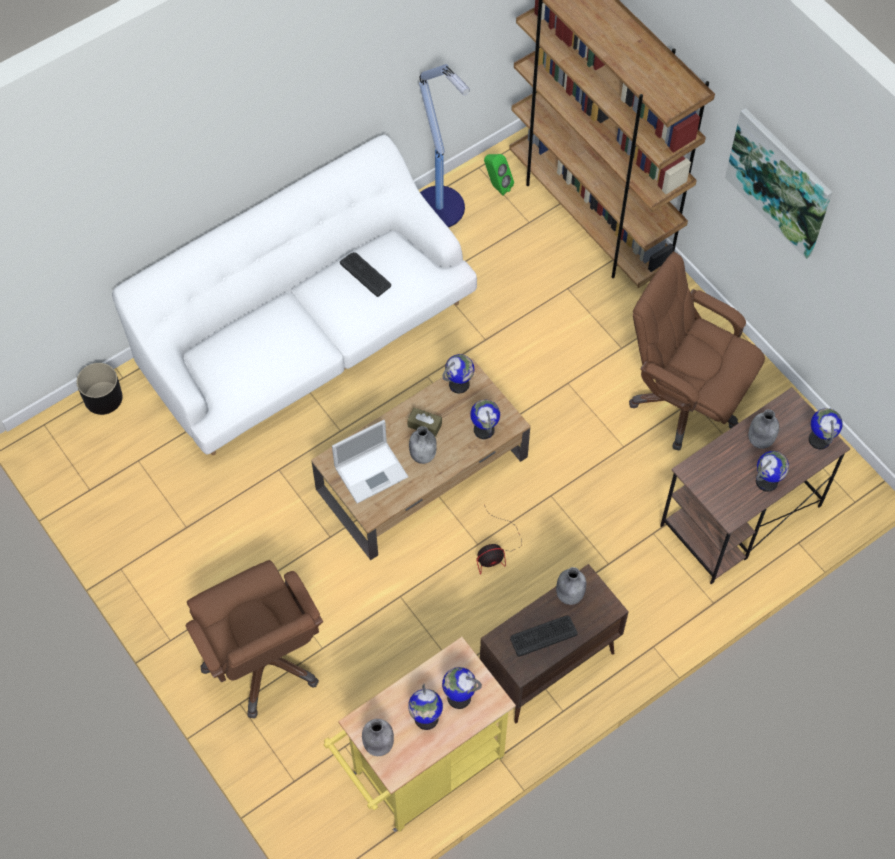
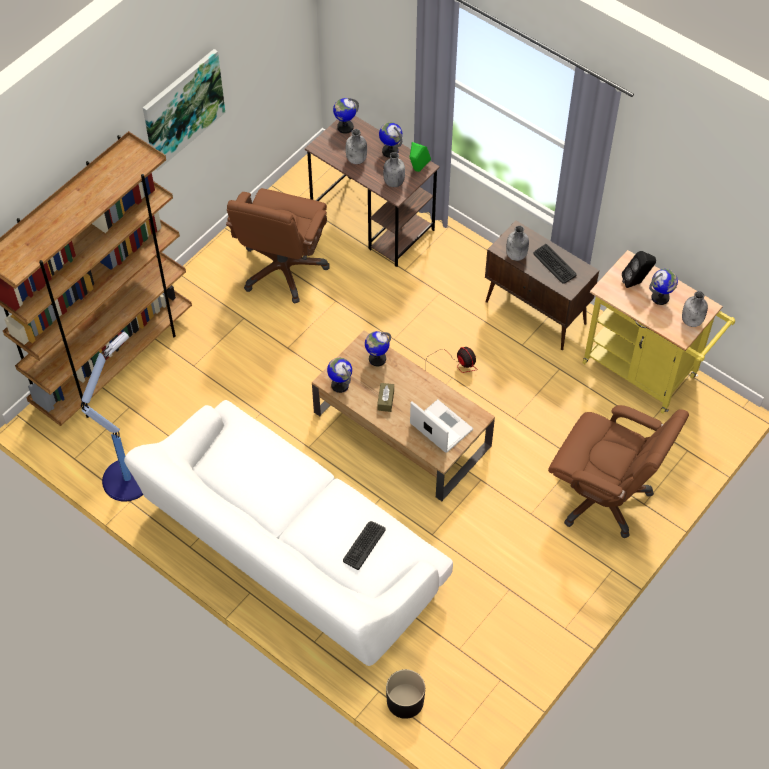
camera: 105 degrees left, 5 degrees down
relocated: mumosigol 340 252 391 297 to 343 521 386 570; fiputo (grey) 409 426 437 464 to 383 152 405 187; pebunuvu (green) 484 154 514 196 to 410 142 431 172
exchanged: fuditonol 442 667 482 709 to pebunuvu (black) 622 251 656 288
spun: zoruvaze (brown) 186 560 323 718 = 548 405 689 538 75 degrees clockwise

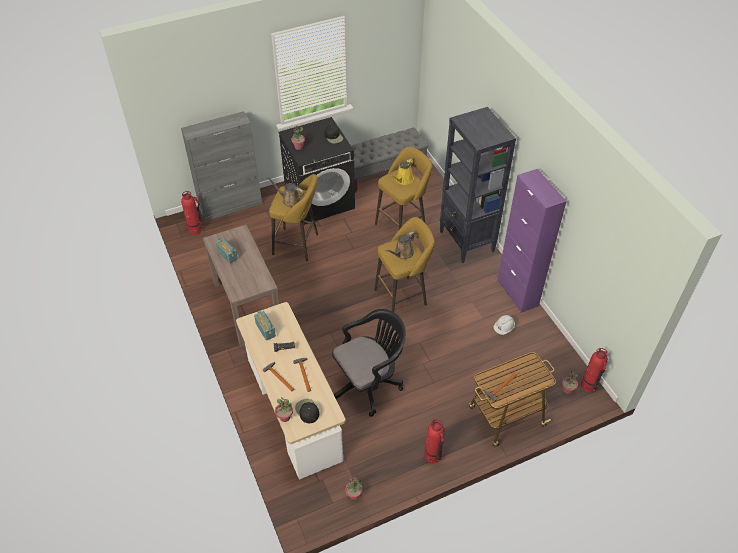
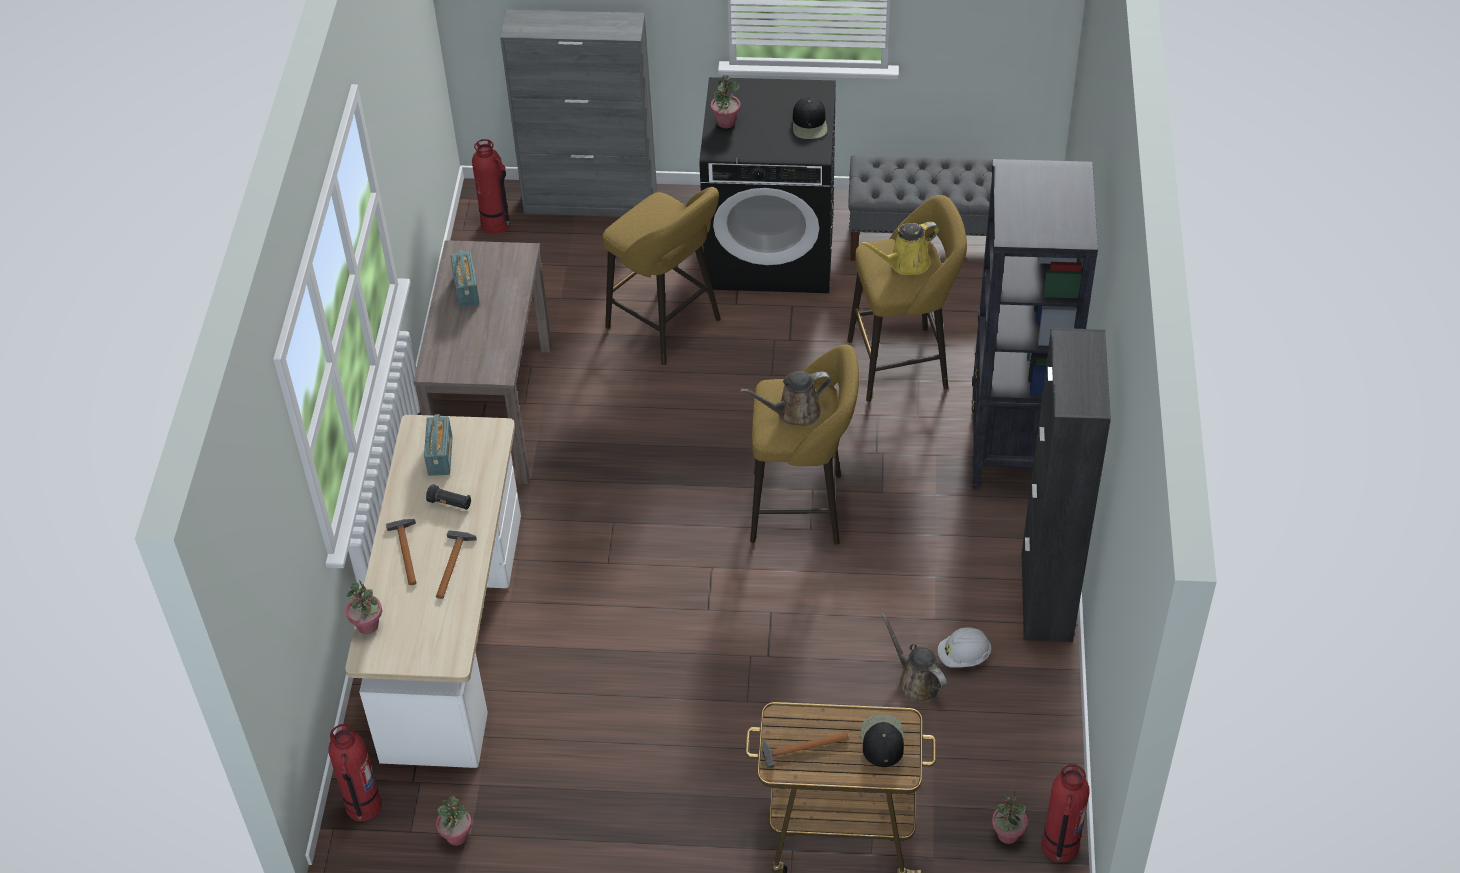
camera: 30 degrees right, 0 degrees up
missing: zoruvaze (black) 332 309 406 417
relocated: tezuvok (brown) 267 176 304 207 to 881 613 947 703; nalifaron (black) 295 399 319 423 to 861 715 904 767; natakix 424 419 445 463 to 329 724 382 821
colour: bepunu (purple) 497 169 567 313 to bepunu (black) 1021 328 1111 642

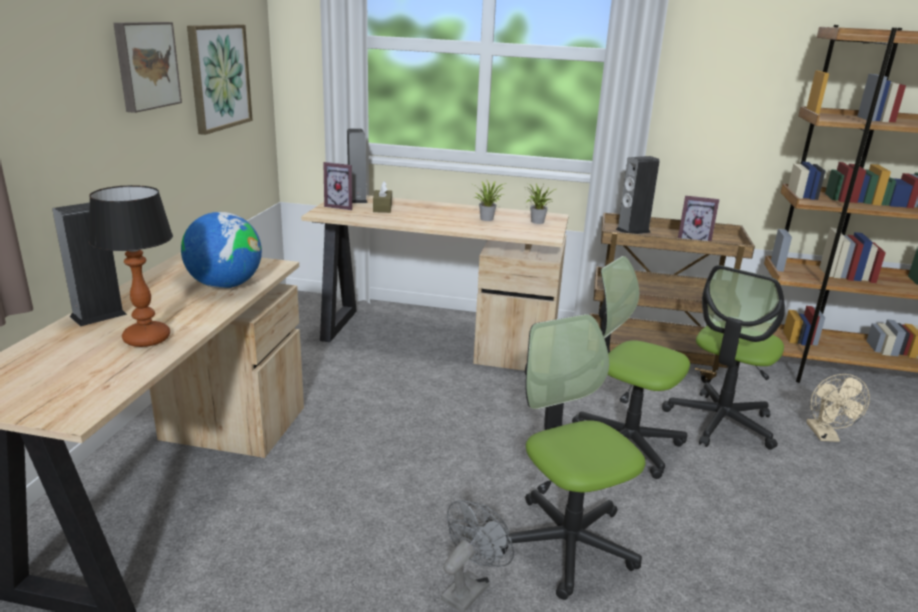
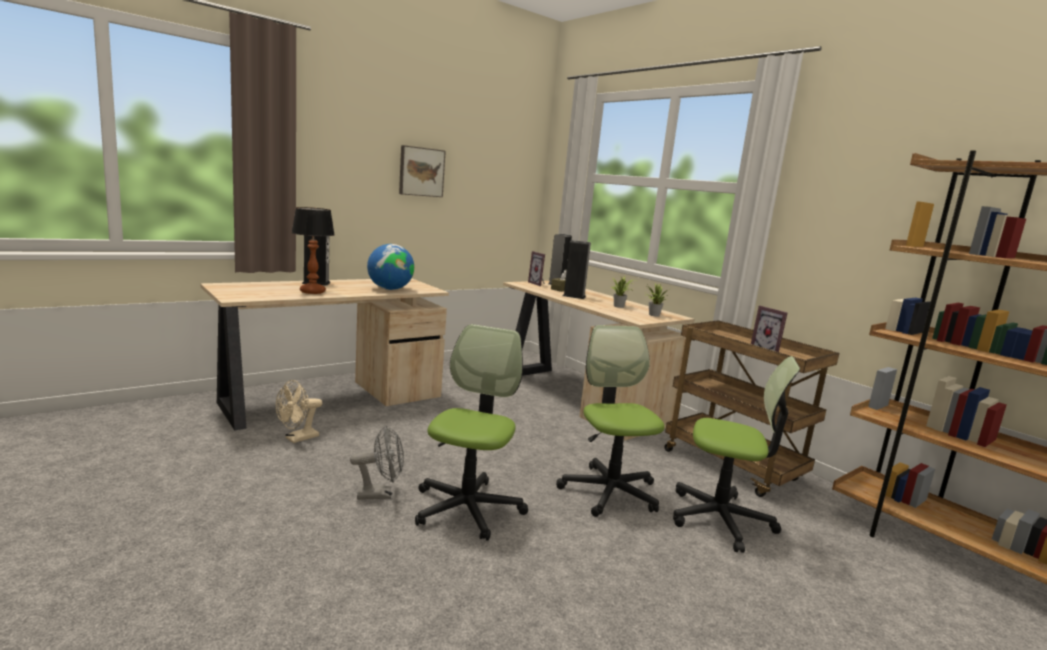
camera: 40 degrees right, 10 degrees down
missing: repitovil 187 24 253 135
relocated: pebunuvu 615 156 660 234 to 563 240 591 299; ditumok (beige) 806 374 870 442 to 276 380 322 443
spun: zoruvaze 662 265 785 450 = 673 356 800 553 150 degrees counterclockwise

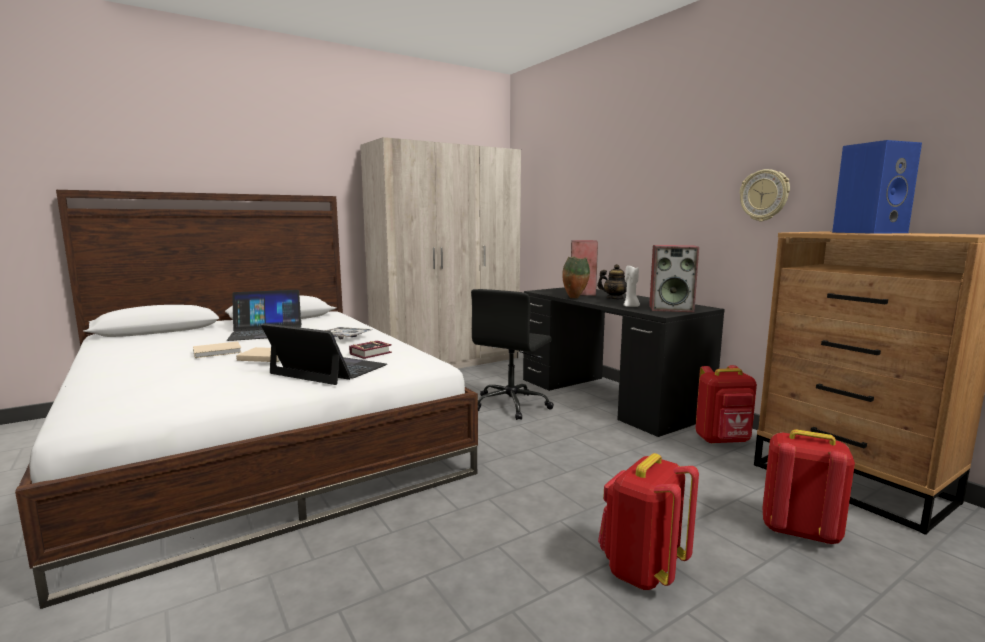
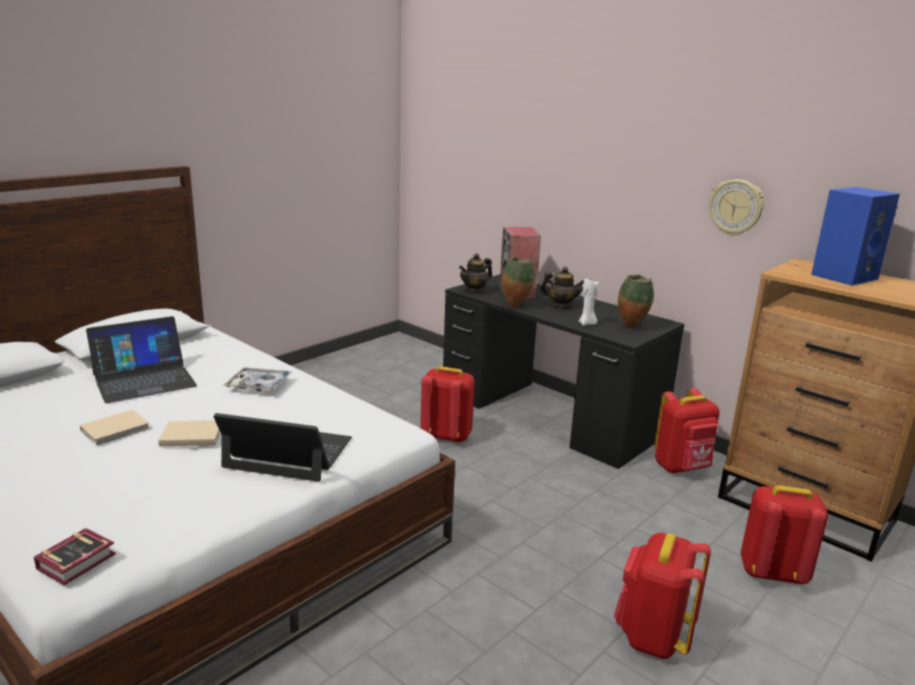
camera: 15 degrees left, 10 degrees up
missing: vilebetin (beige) 360 137 521 369
appeared: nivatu 459 253 492 294
relocated: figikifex 349 341 392 359 to 34 528 116 585
exchanged: zoruvaze (black) 471 289 554 420 to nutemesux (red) 421 366 475 443; pebunuvu 649 245 699 312 to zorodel 618 274 654 328

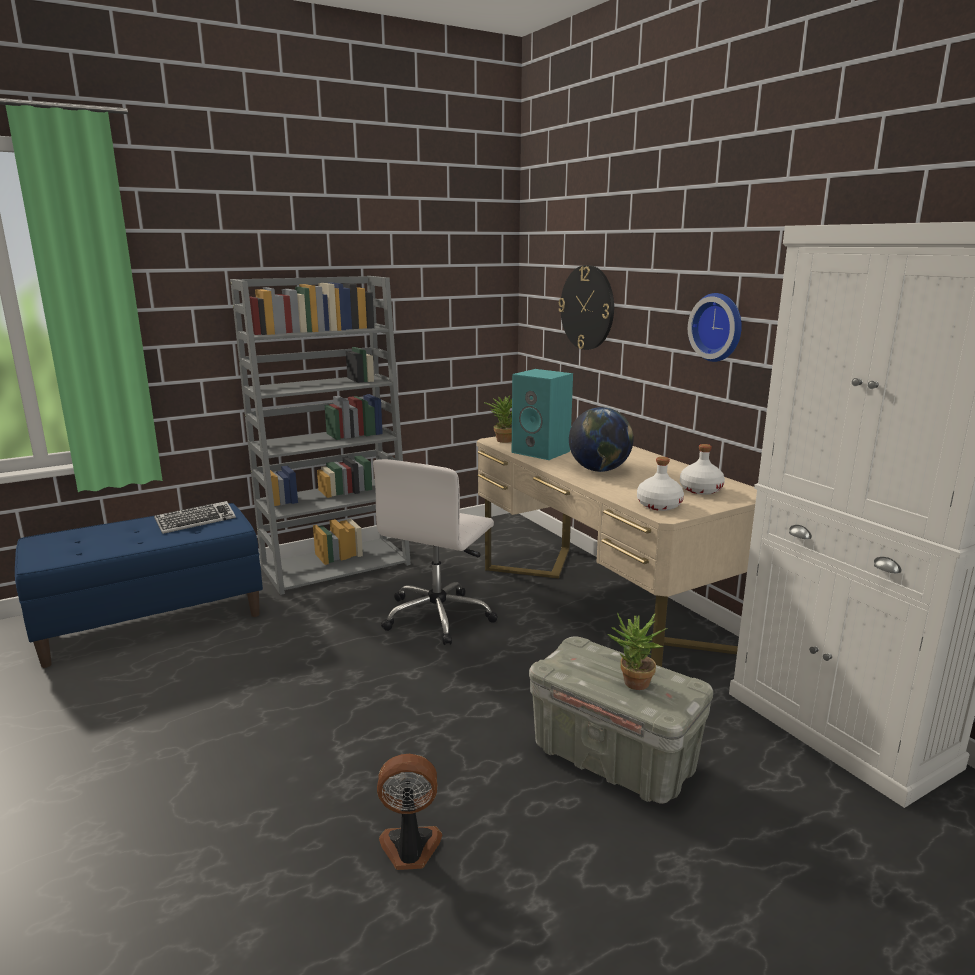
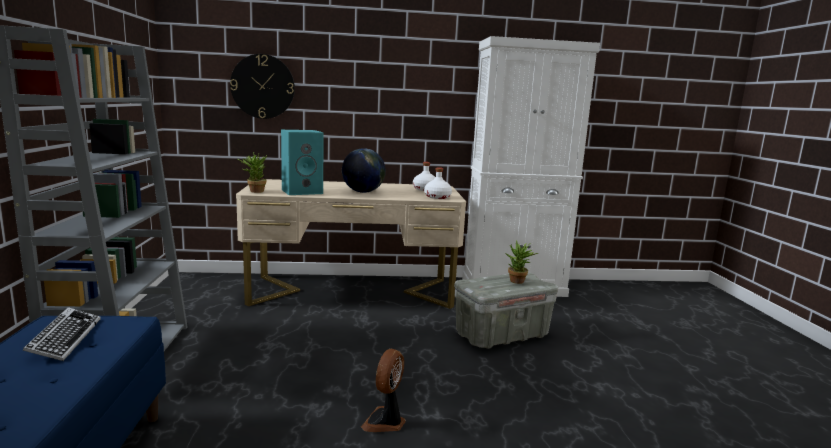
camera: 65 degrees left, 5 degrees down
missing: zoruvaze (white) 373 459 498 645; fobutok 688 293 742 362
relocated: ditumok 377 754 442 870 to 361 349 406 432

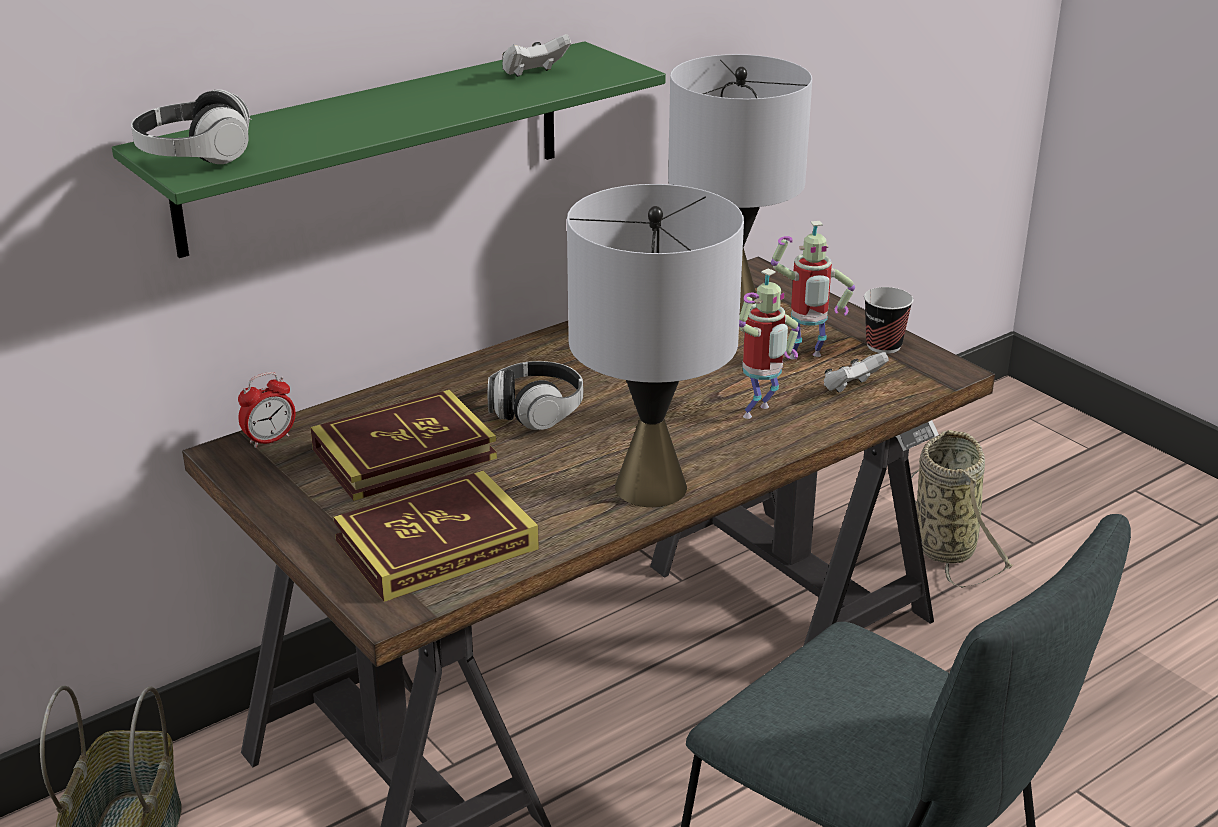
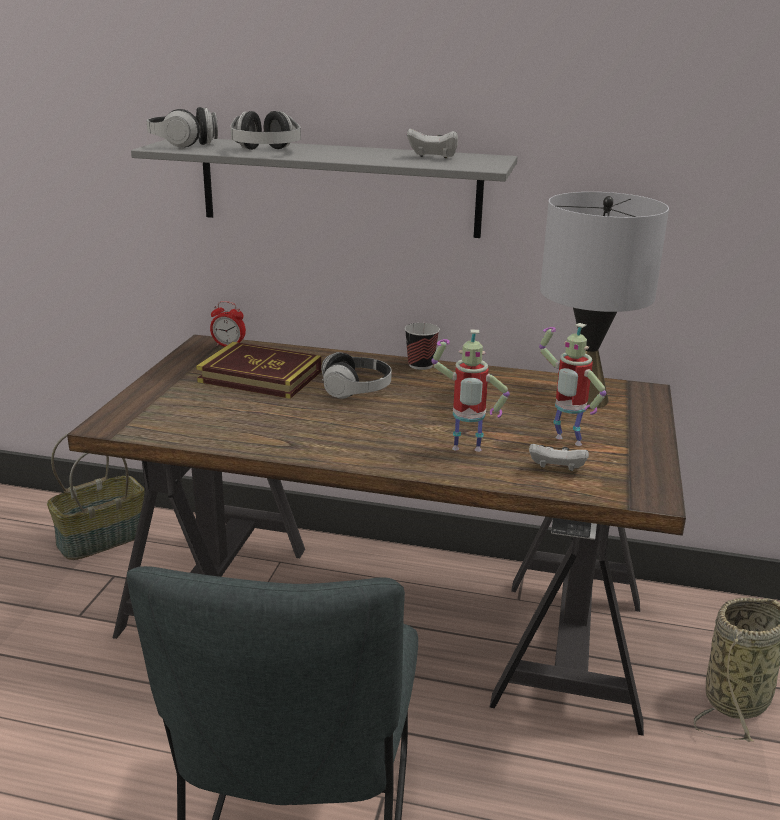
camera: 50 degrees right, 5 degrees down
missing: figikifex 334 470 539 602; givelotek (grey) 567 184 744 507
appeared: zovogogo 230 111 301 150
relocated: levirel 864 287 913 354 to 405 323 440 370
colour: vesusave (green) 112 41 666 258 to vesusave (grey) 131 139 517 238

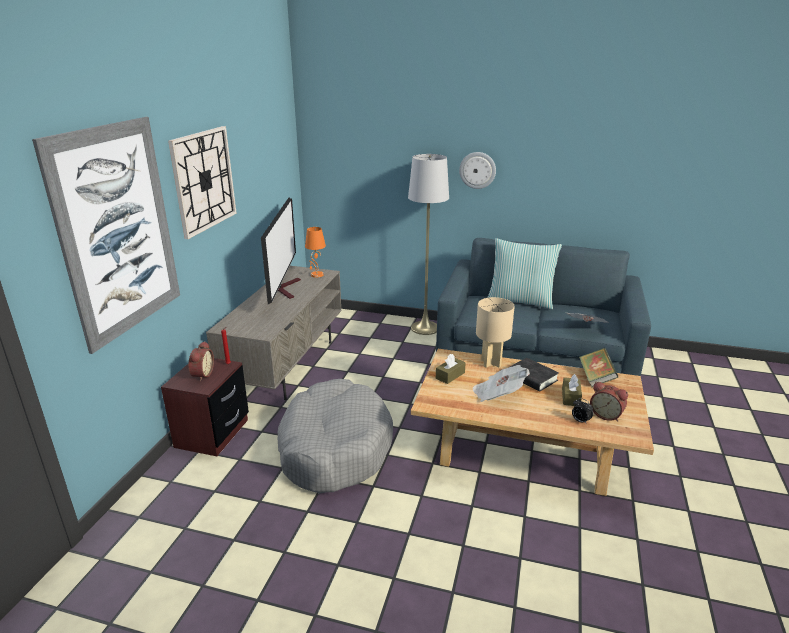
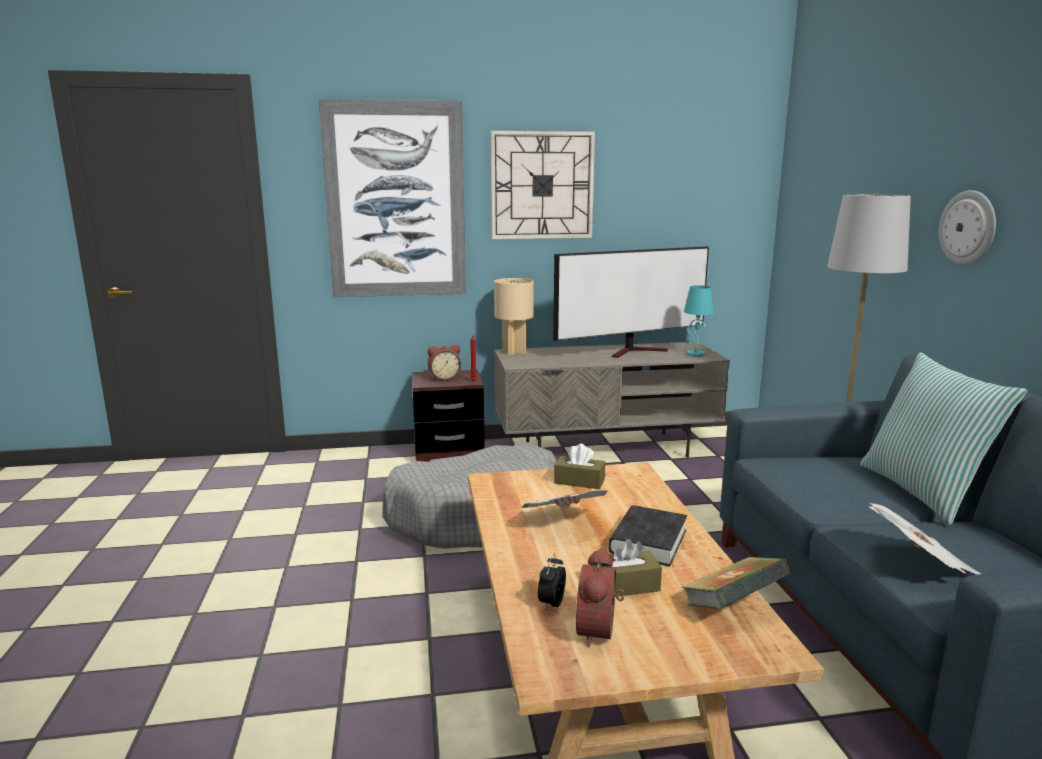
camera: 65 degrees right, 10 degrees down
relocated: givelotek (beige) 476 297 515 368 to 494 278 534 355
colour: givelotek (orange) 305 227 326 278 to givelotek (turquoise) 684 285 714 357

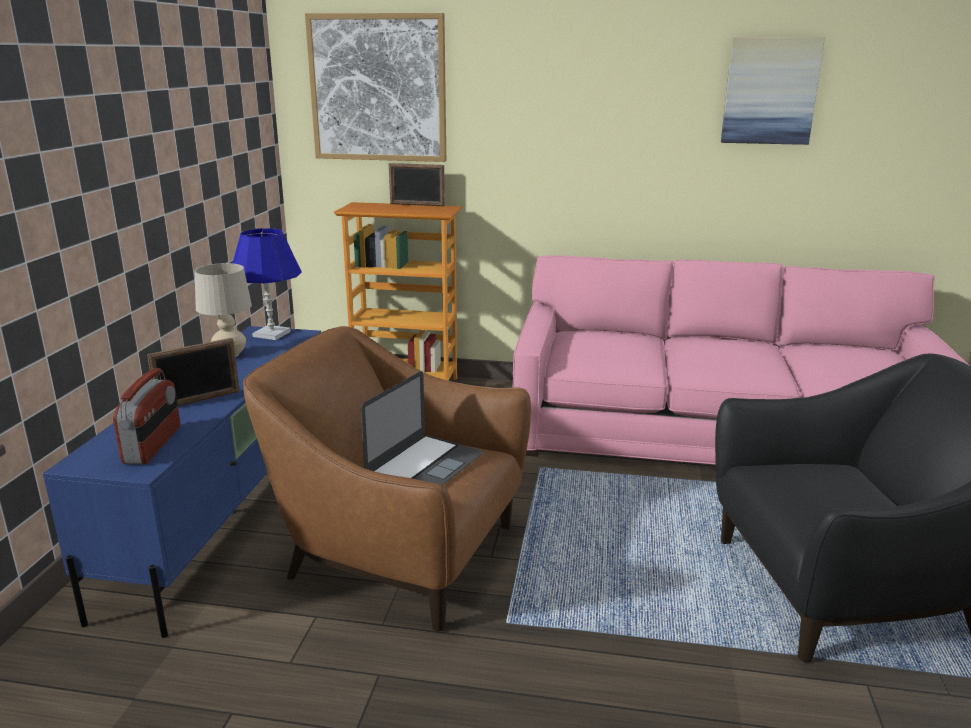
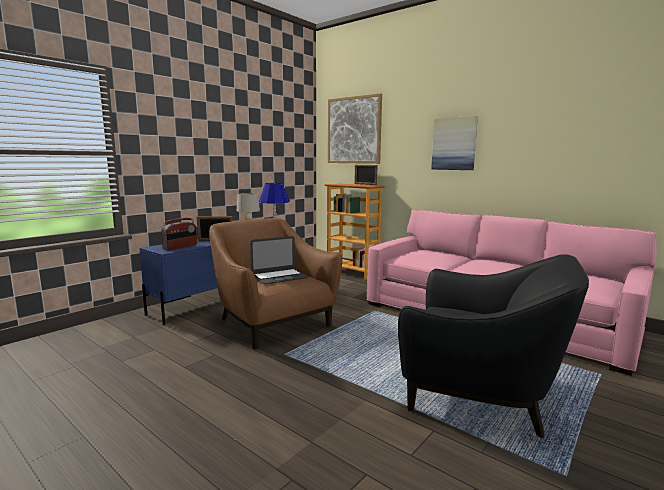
camera: 30 degrees right, 10 degrees down
relocated: repitovil 721 37 825 145 to 431 116 478 170

